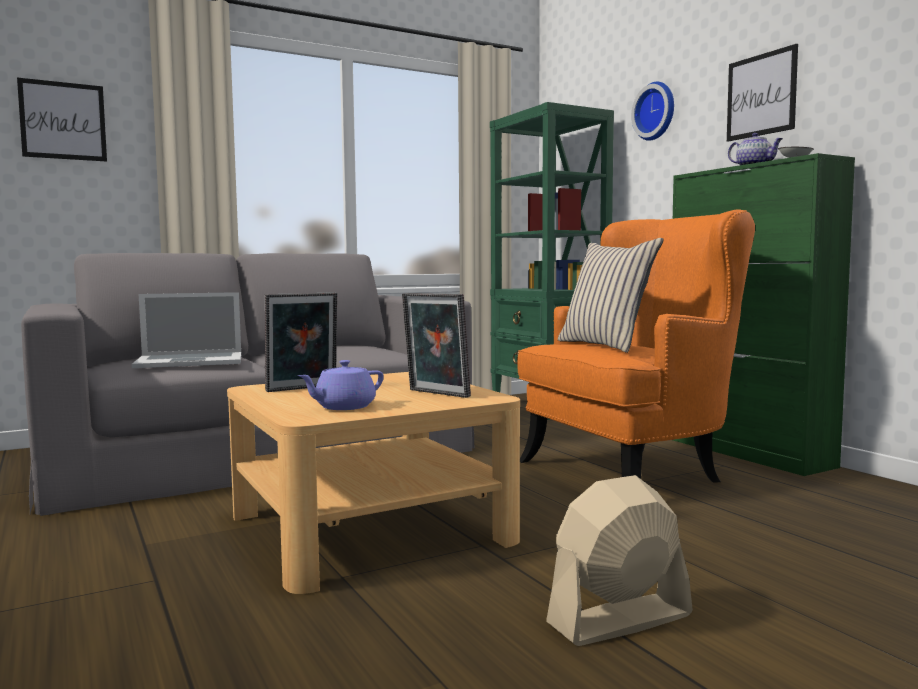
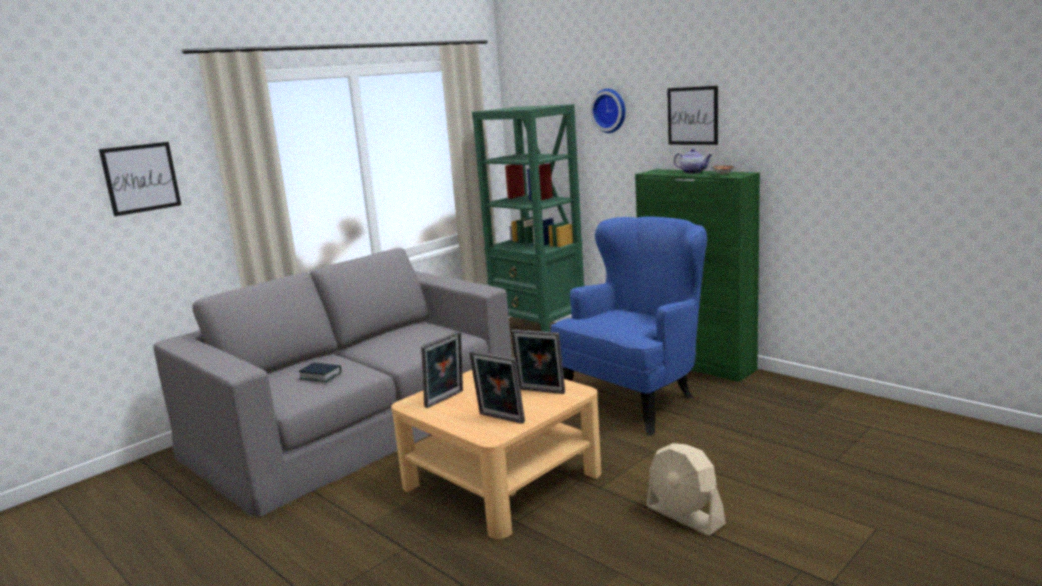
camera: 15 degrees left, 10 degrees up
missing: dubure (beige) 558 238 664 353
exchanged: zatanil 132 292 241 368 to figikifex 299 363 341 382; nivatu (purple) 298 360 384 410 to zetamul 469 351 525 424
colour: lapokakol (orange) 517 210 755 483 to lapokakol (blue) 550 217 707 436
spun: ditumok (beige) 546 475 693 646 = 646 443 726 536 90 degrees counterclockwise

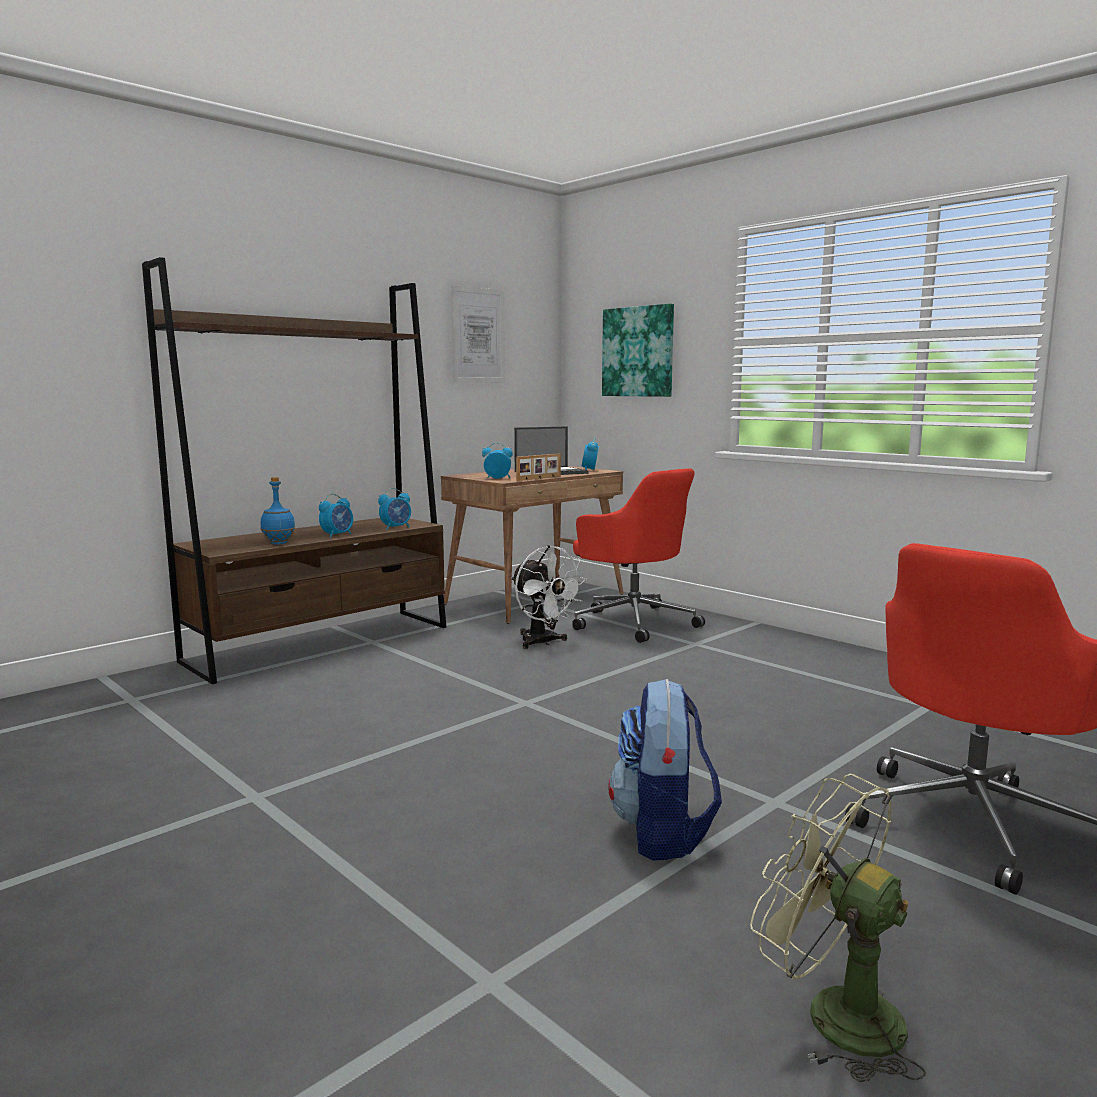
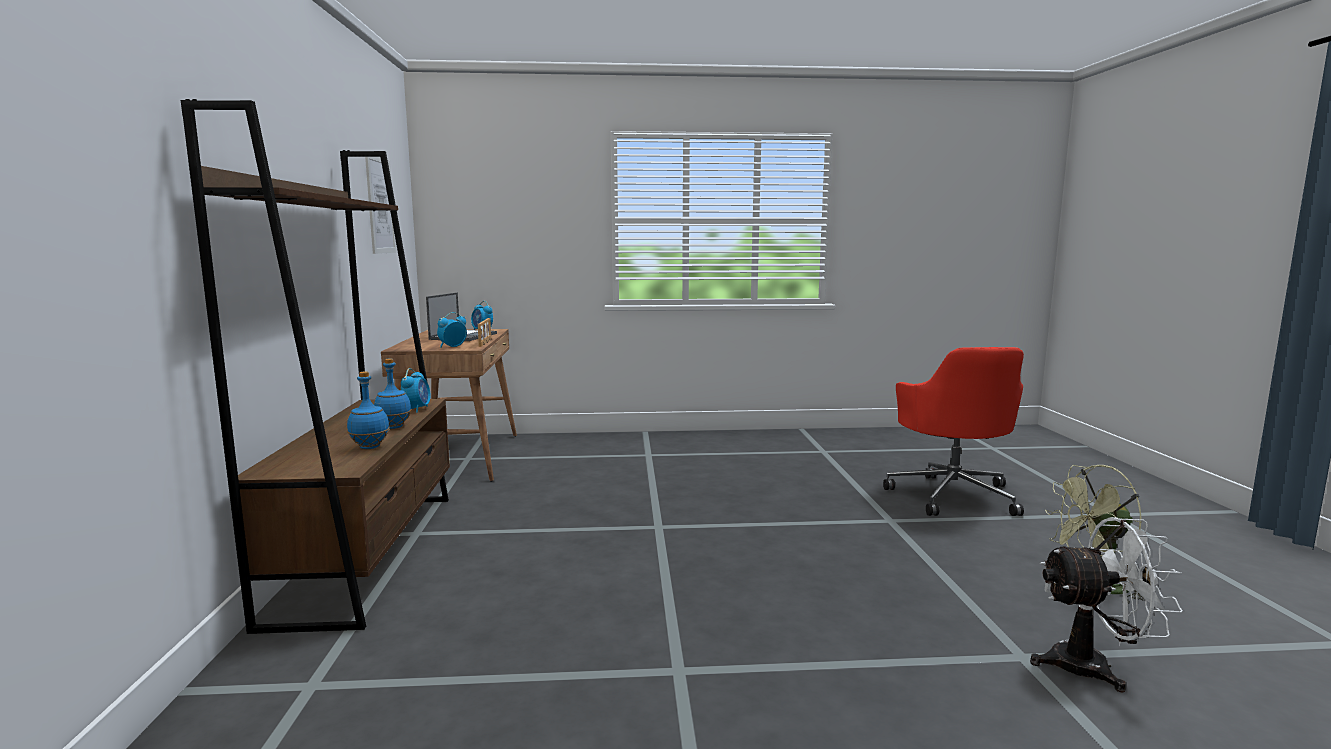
camera: 50 degrees left, 0 degrees up
missing: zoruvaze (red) 572 468 705 643; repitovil 602 304 674 397; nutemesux 608 679 722 861
relocated: ditumok (white) 511 545 587 649 to 1030 517 1183 693
exchanged: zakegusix 319 493 353 538 to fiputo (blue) 374 359 411 429

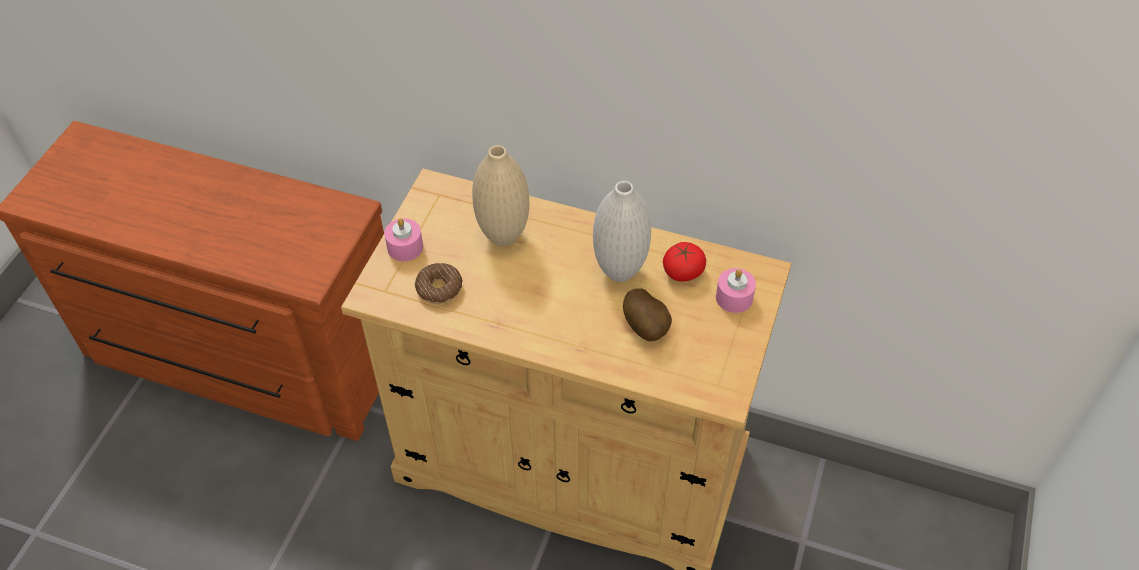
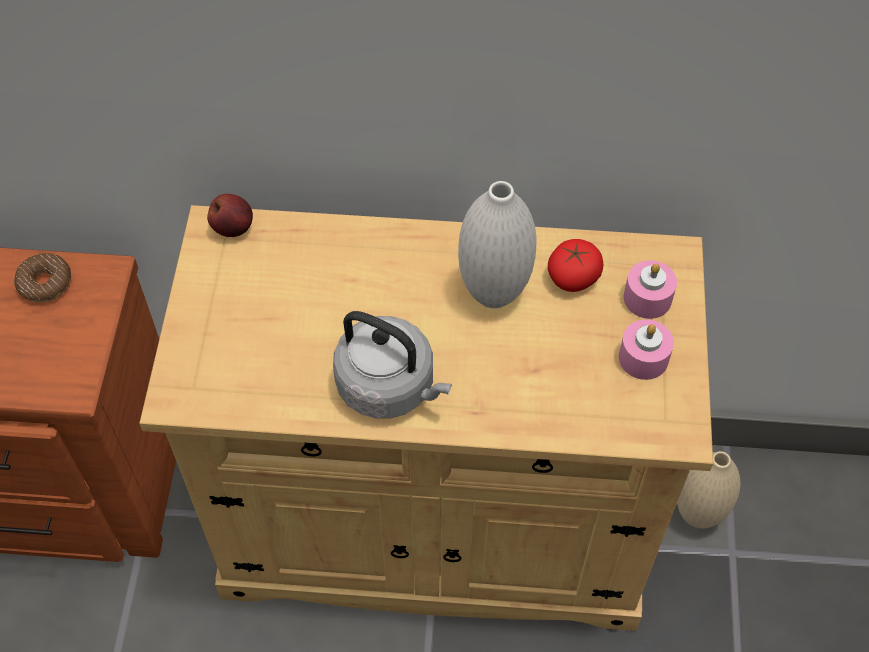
camera: 15 degrees left, 5 degrees up
missing: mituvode 623 288 672 341
appeared: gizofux 207 194 253 237; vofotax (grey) 333 311 452 419
relocated: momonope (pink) 384 218 423 261 to 619 319 674 380; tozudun 415 263 463 304 to 14 253 71 302; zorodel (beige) 472 145 529 246 to 677 451 740 529

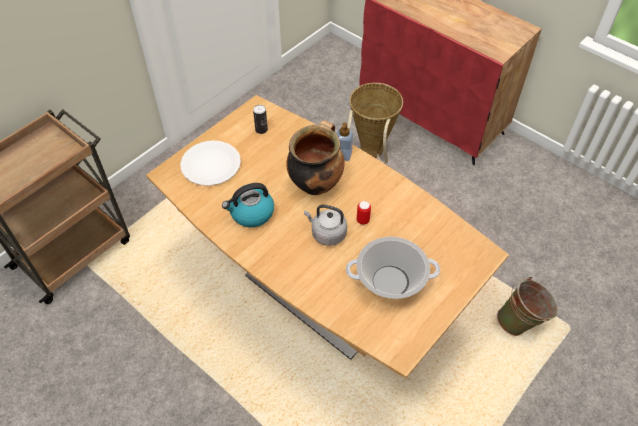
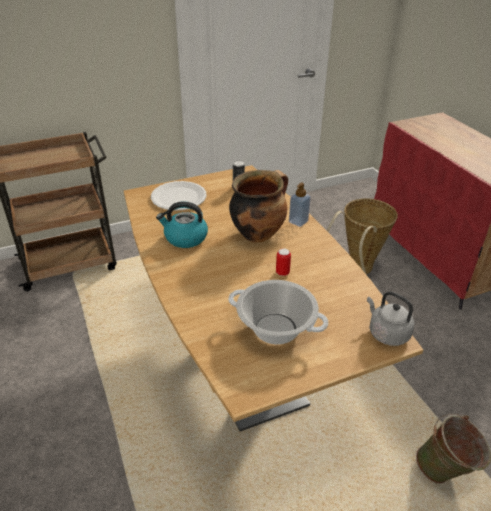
camera: 25 degrees right, 15 degrees down
relocated: vofotax (grey) 304 204 347 246 to 367 291 414 346

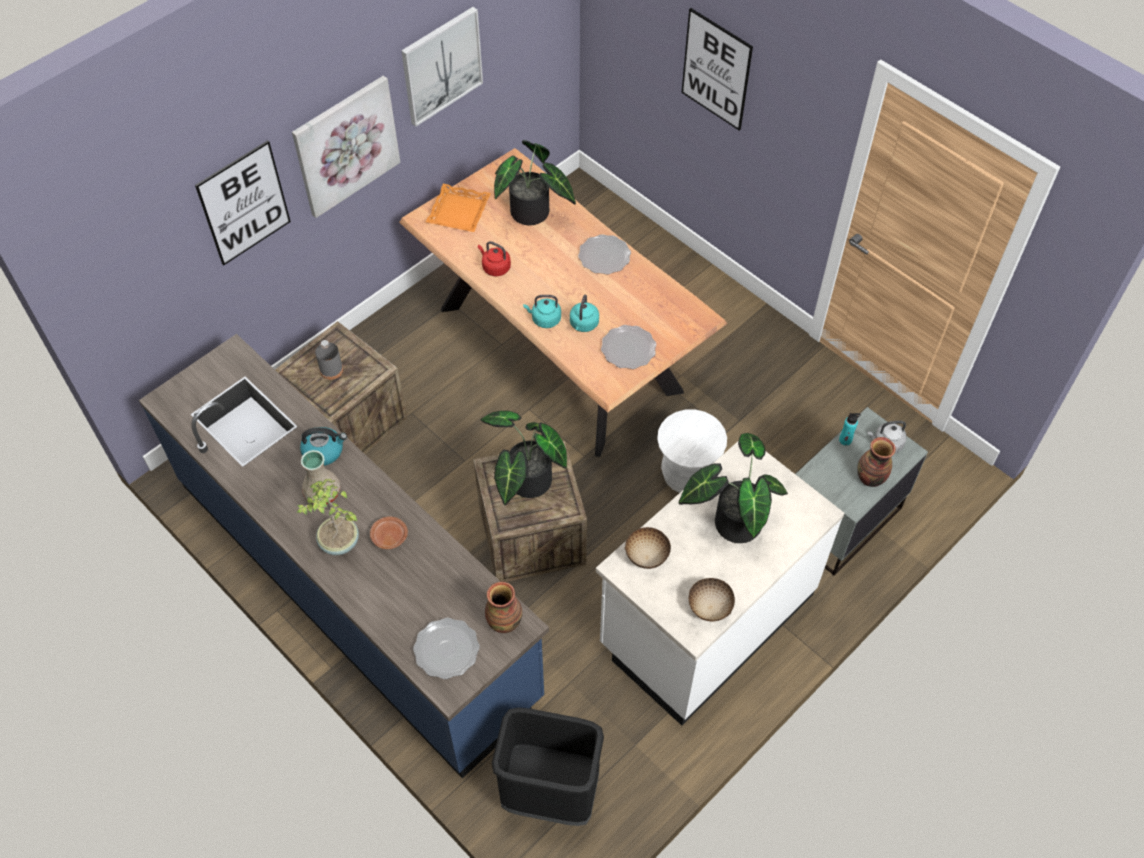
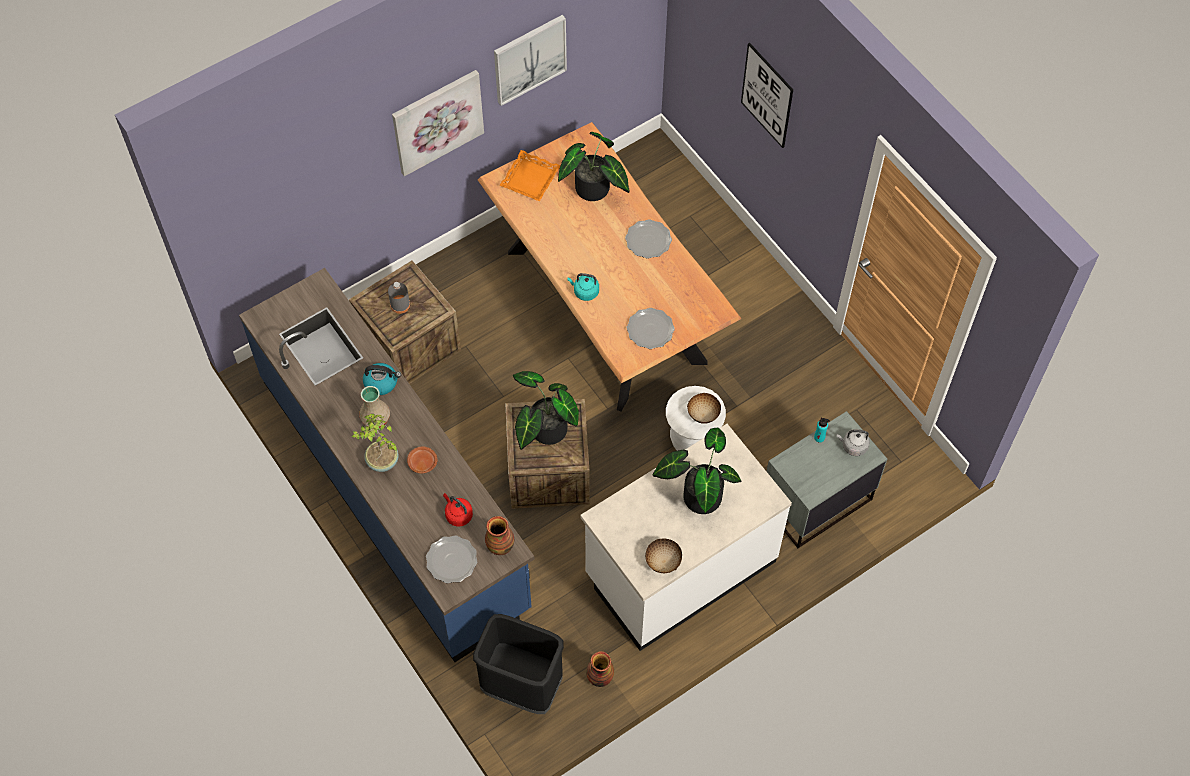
camera: 10 degrees right, 5 degrees up
missing: repitovil 195 140 291 265; vofotax (turquoise) 570 294 599 332
relocated: vofotax (red) 478 241 511 276 to 443 493 473 527; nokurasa 624 527 671 569 to 687 393 721 424; zorodel 857 437 896 487 to 586 651 614 687

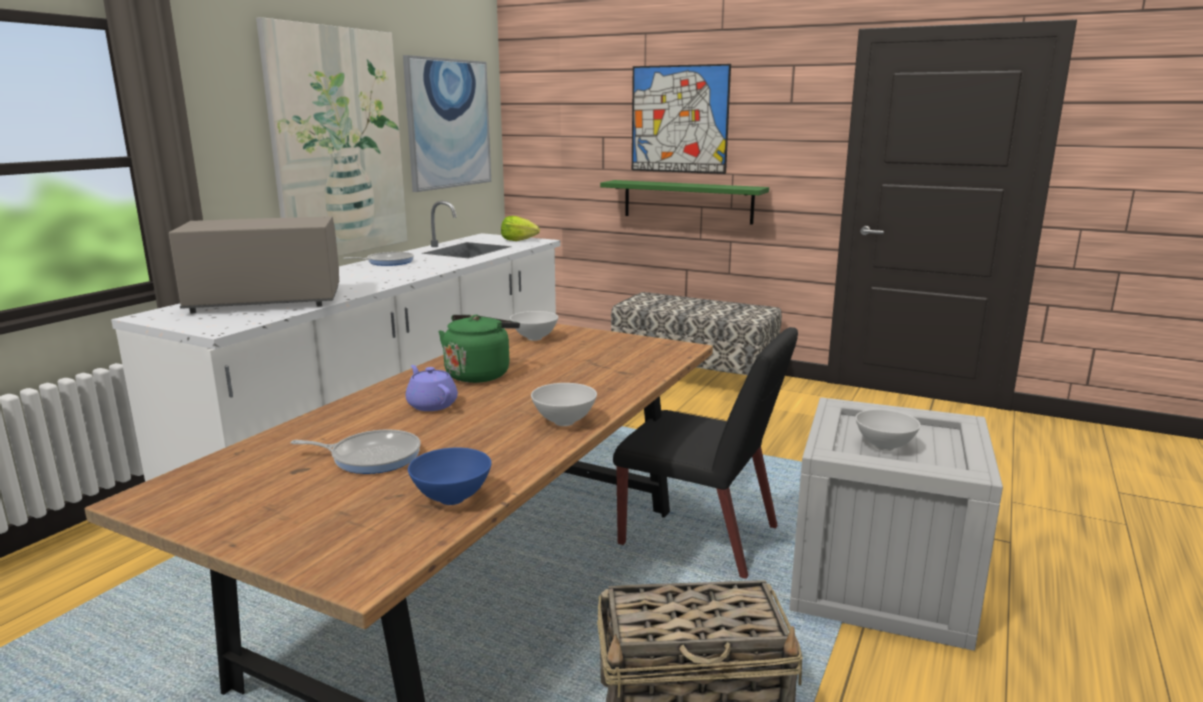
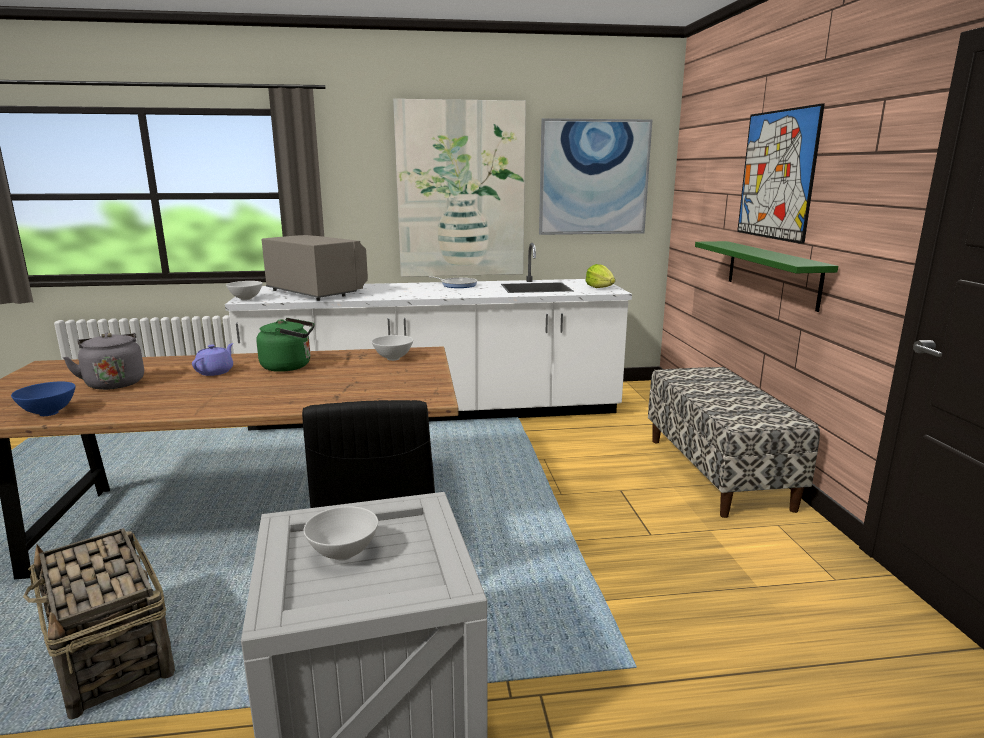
camera: 55 degrees right, 0 degrees up
relocated: nokurasa (white) 531 383 597 426 to 226 281 263 301
exchanged: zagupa 291 430 421 474 to vofotax (grey) 63 333 144 390

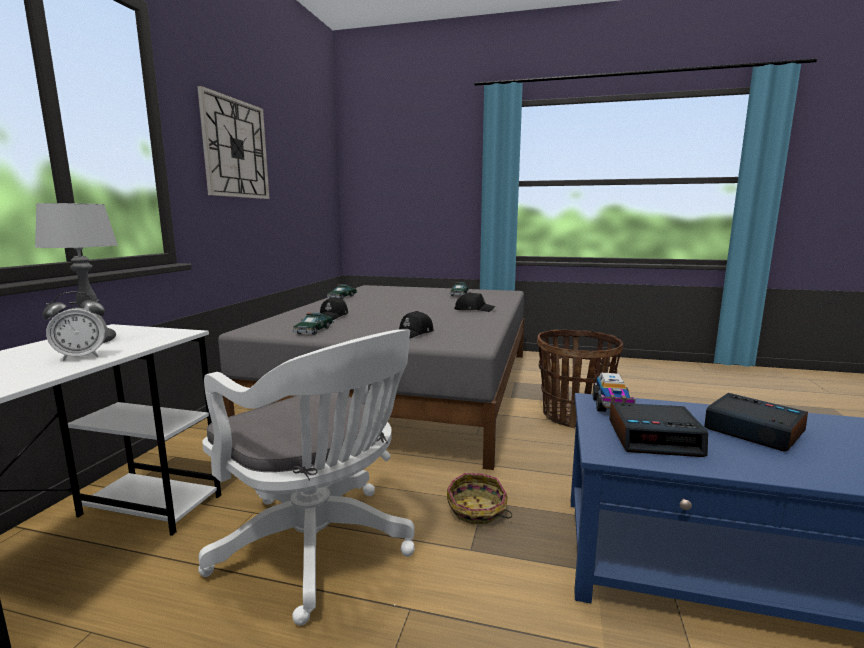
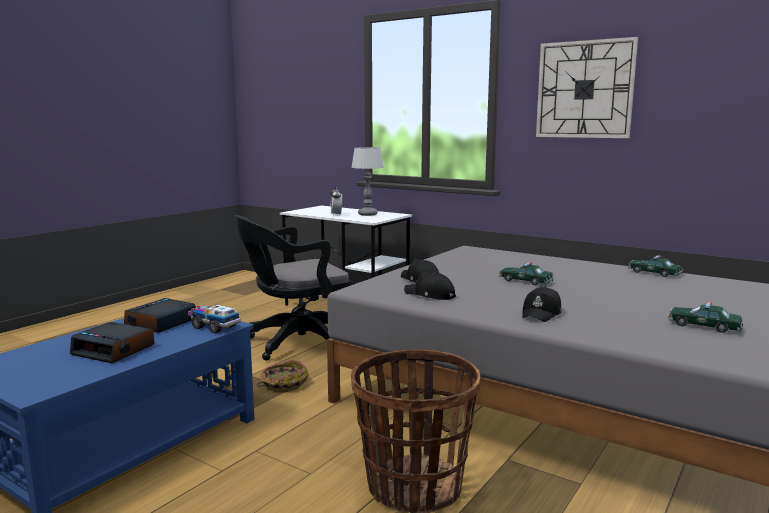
camera: 110 degrees right, 0 degrees up
relocated: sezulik 292 312 334 335 to 499 262 554 285; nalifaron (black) 320 297 348 320 to 404 272 456 300
colour: zoruvaze (white) 198 329 415 625 to zoruvaze (black) 235 215 350 361
spun: zakegusix 704 393 808 452 = 70 322 154 363 45 degrees clockwise

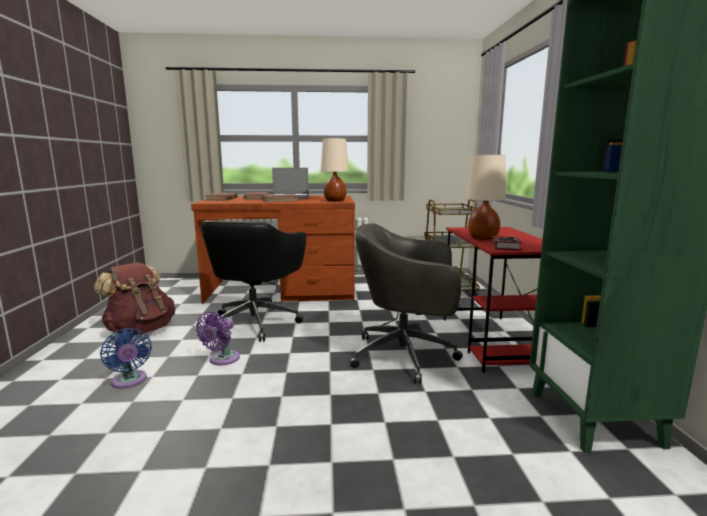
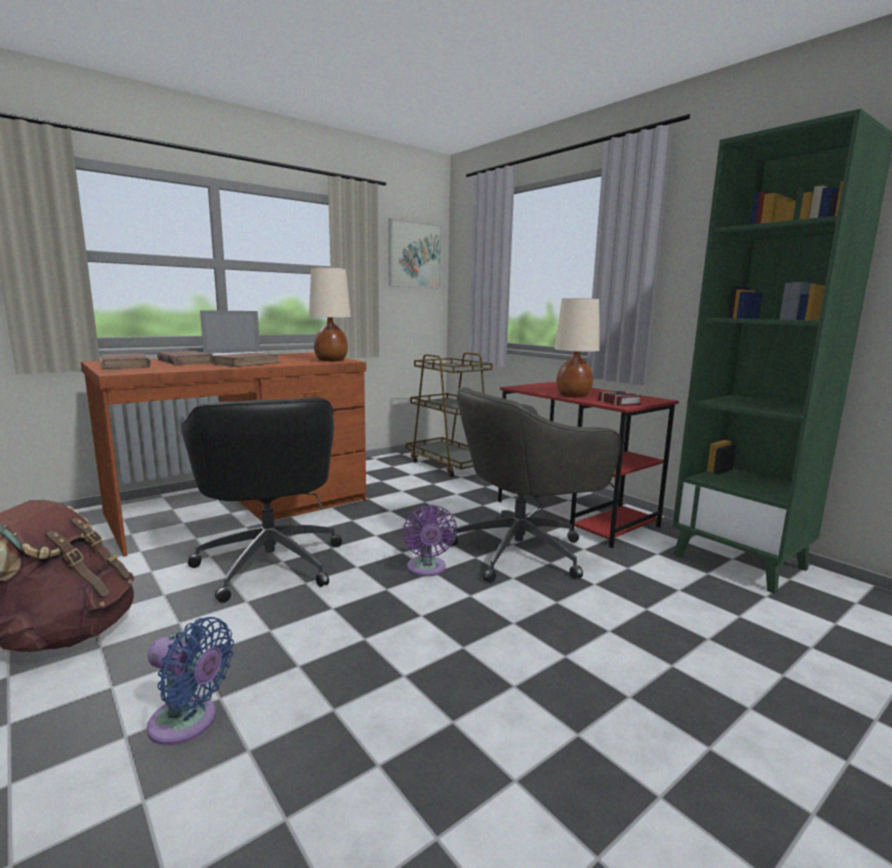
camera: 35 degrees left, 0 degrees up
appeared: repitovil 388 218 442 288
relocated: ditumok (purple) 196 312 240 365 to 402 505 457 577

